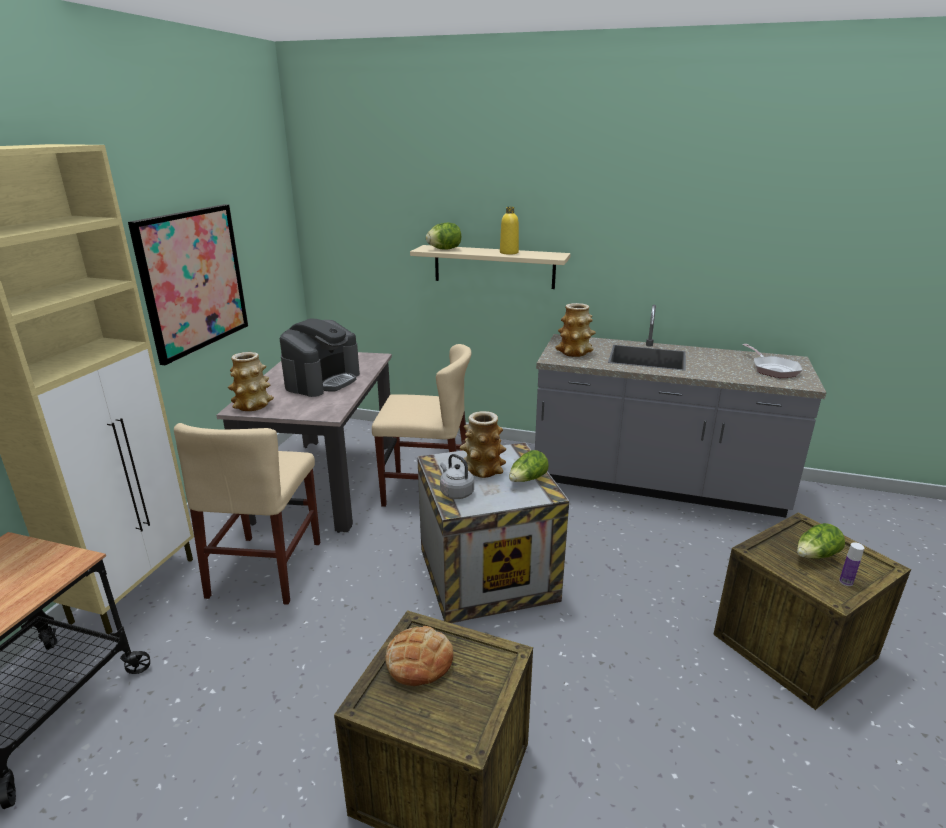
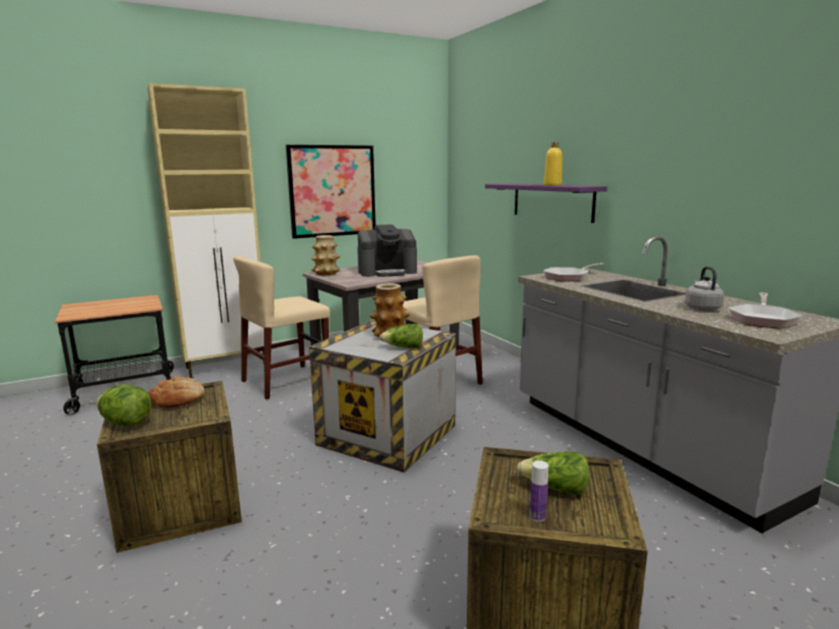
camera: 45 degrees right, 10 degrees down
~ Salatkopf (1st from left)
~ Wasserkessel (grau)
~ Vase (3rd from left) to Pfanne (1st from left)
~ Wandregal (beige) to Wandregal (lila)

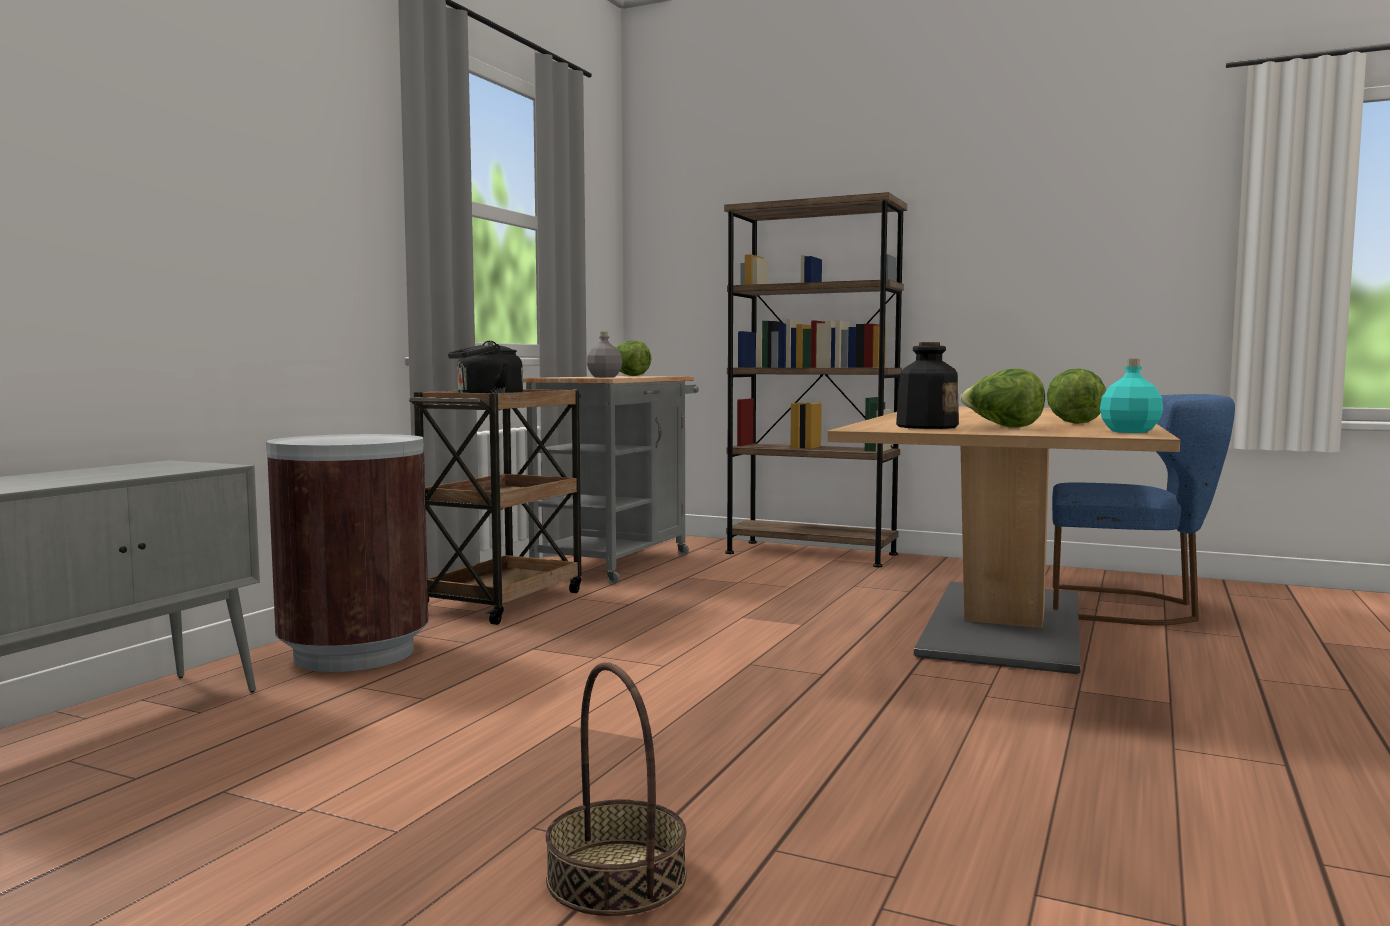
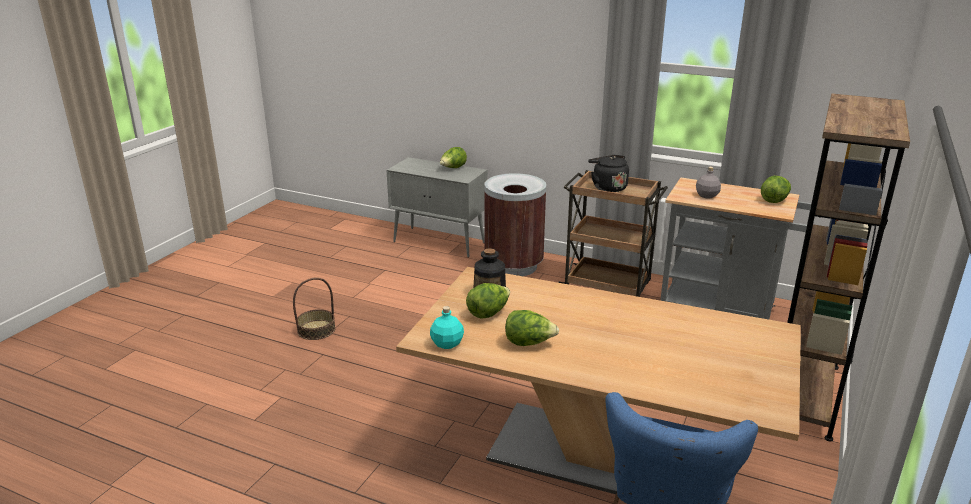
camera: 90 degrees right, 20 degrees up
+ Salatkopf (1st from left)

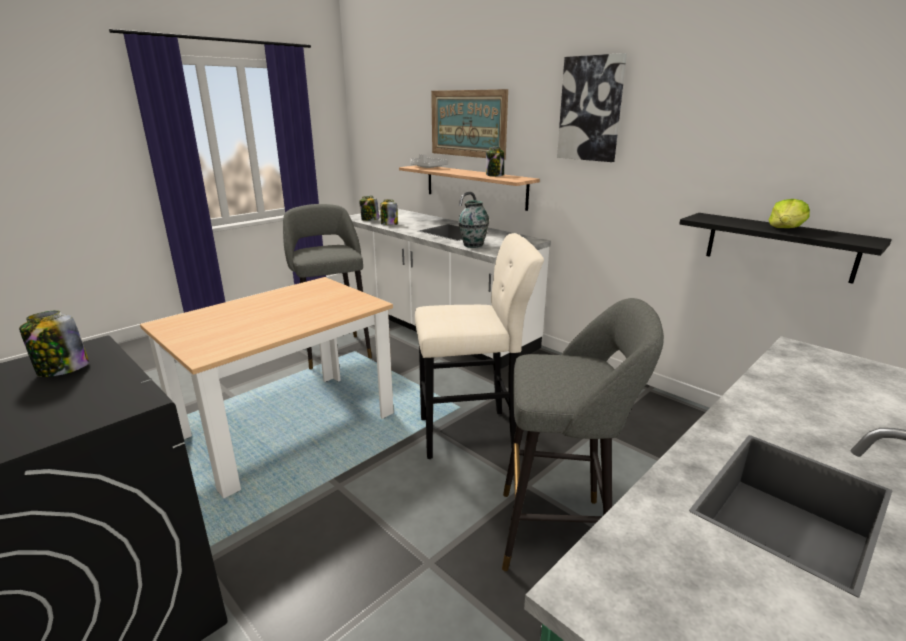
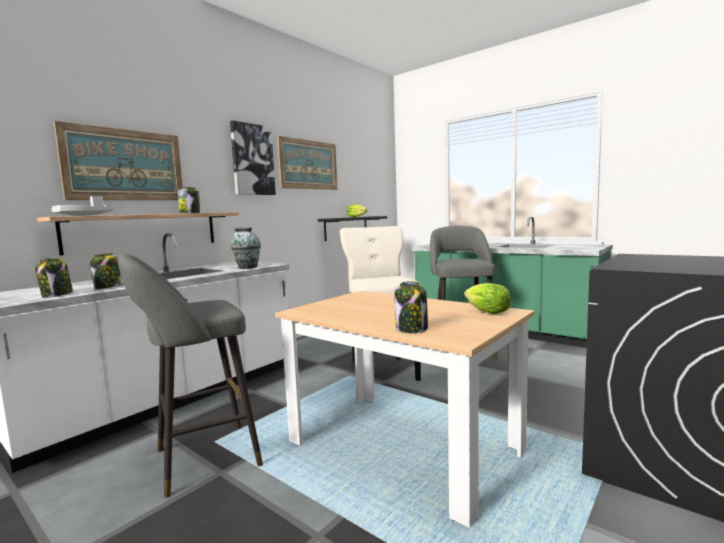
camera: 95 degrees left, 15 degrees down
+ Bild (3rd from left)
+ Salatkopf (2nd from left)
~ Vorratsglas (1st from left in the first image) to Vorratsglas (4th from left)

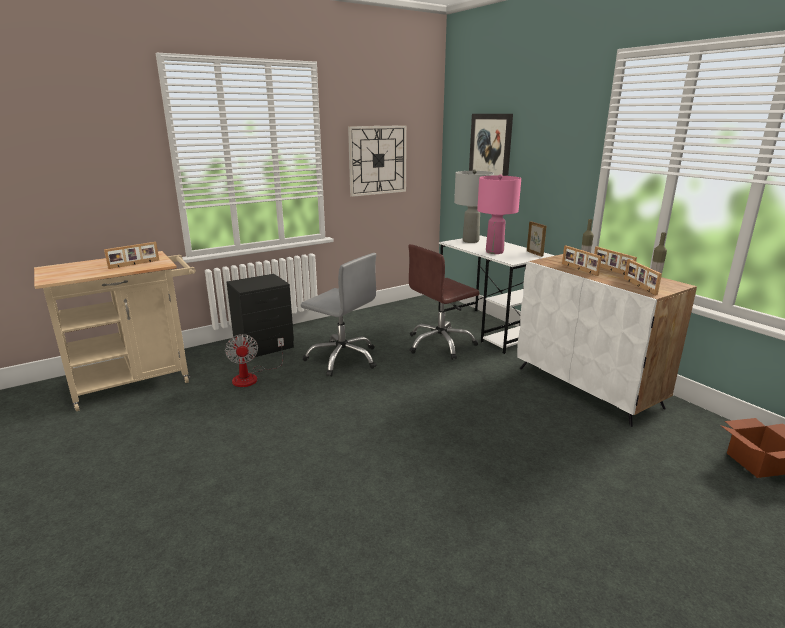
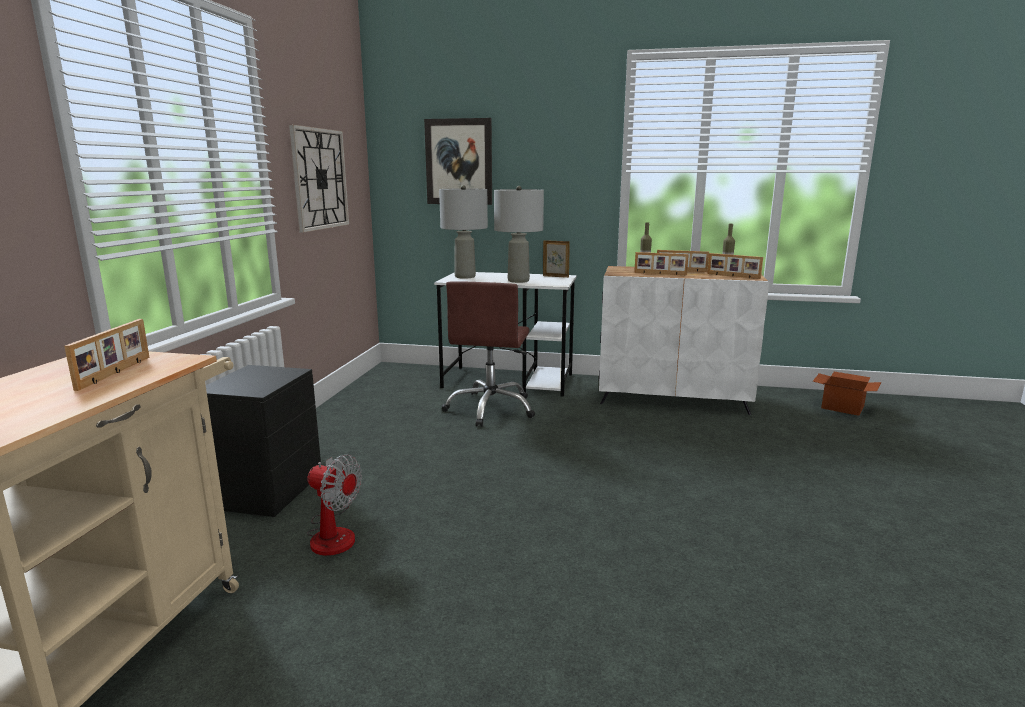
camera: 45 degrees left, 5 degrees down
- Bürostuhl (grau)
~ Tischlampe (rosa) to Tischlampe (grau) (2nd from left)

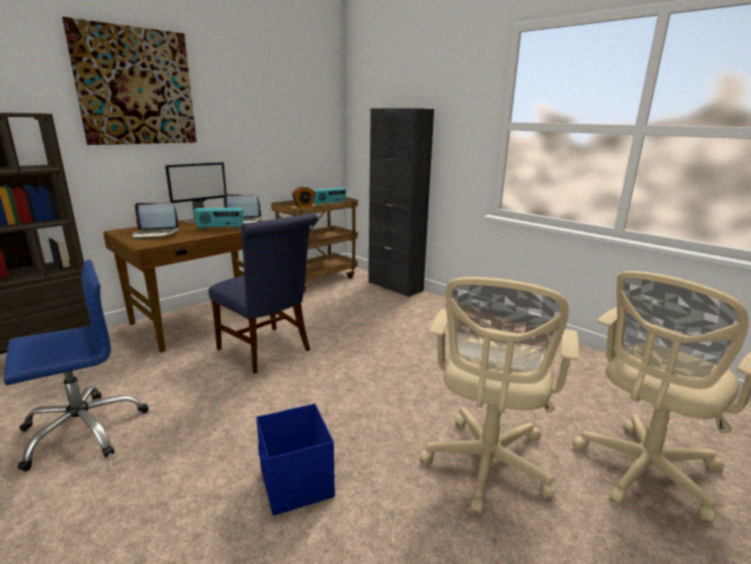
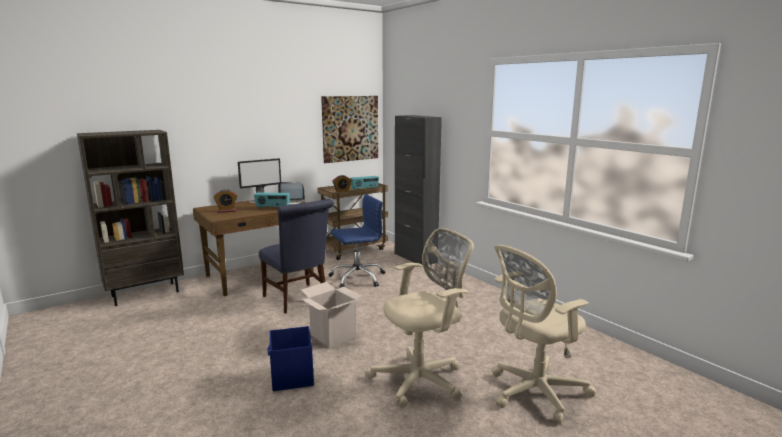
camera: 10 degrees right, 5 degrees down
+ Karton
~ Bürostuhl (blau)
~ Bild
~ Laptop (1st from left) to Wecker (1st from left)
~ Bürostuhl (beige) (1st from left) 150 degrees counterclockwise

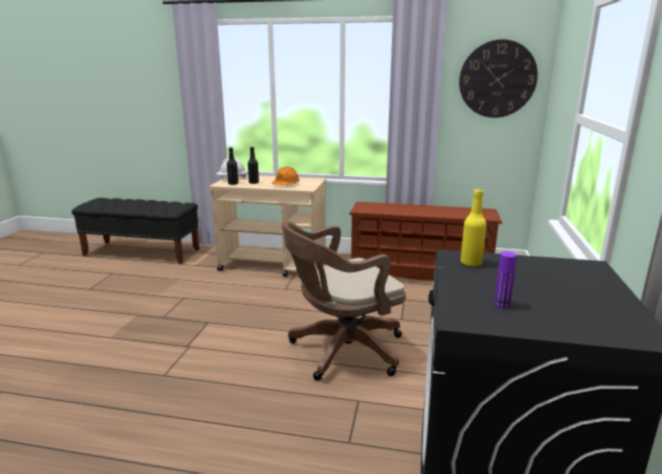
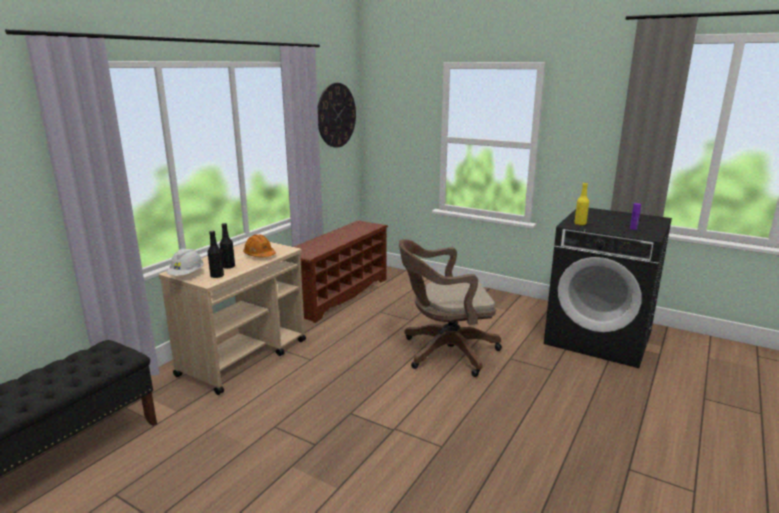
camera: 70 degrees left, 0 degrees up
~ Bürostuhl (braun) 90 degrees clockwise

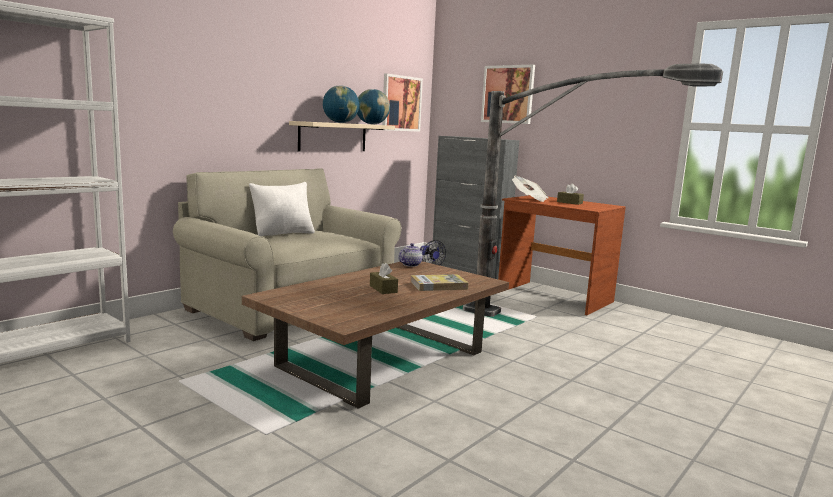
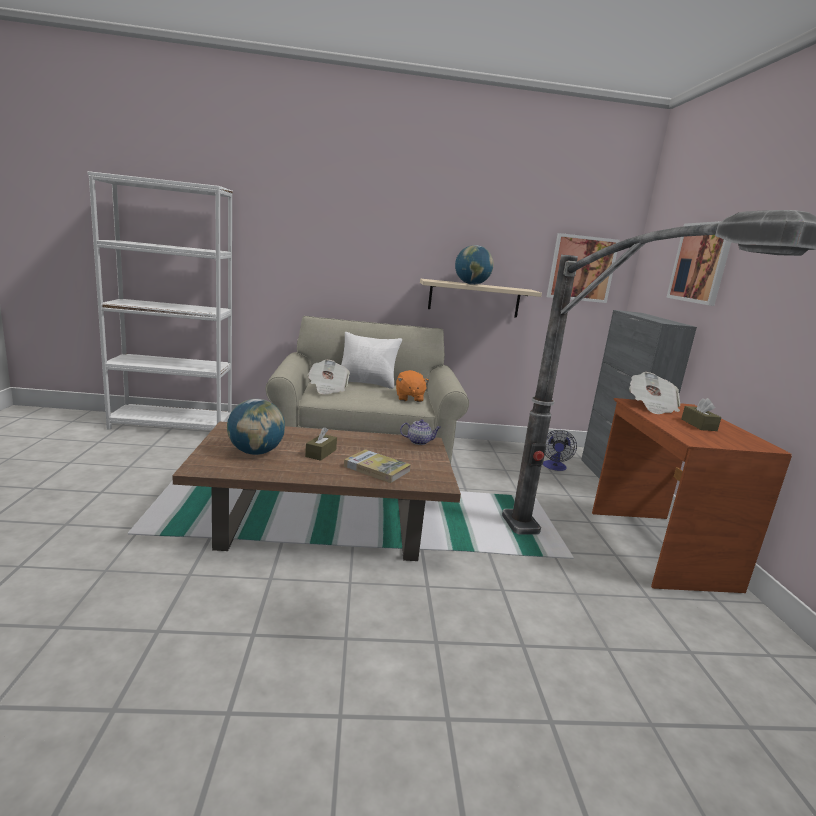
camera: 45 degrees right, 5 degrees up
+ Zeitung (1st from left)
+ Plüschtier (orange)
~ Globus (2nd from left in the first image) to Globus (1st from left)

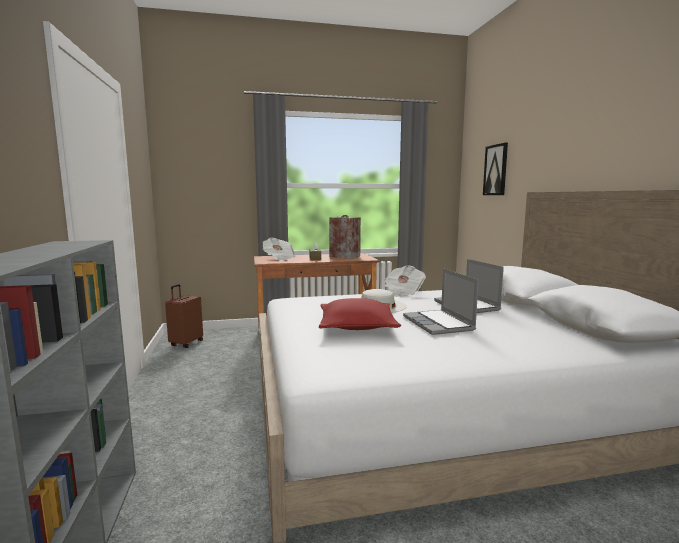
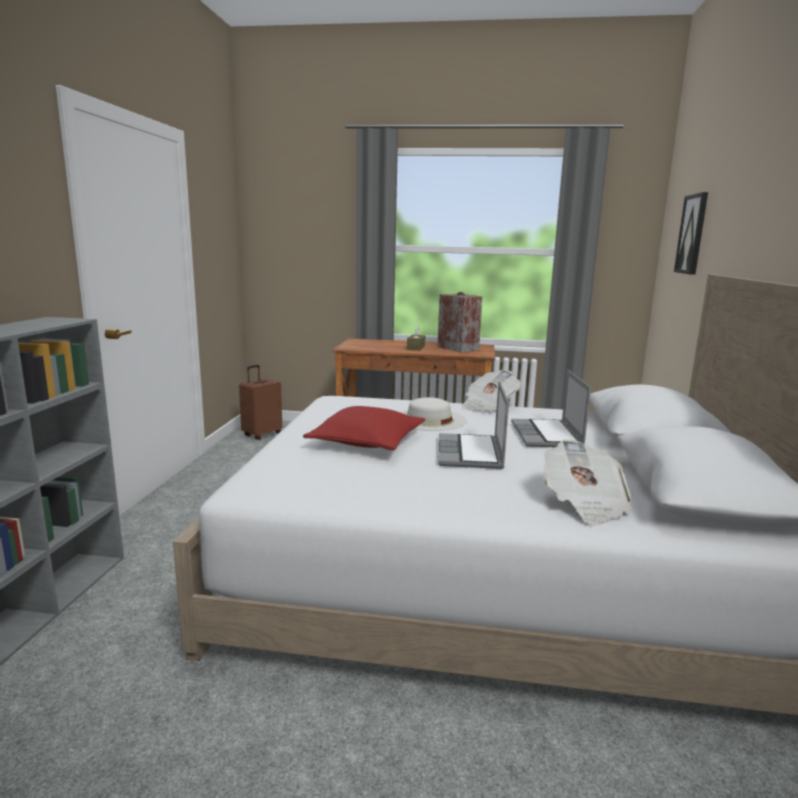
camera: 20 degrees right, 5 degrees up
~ Zeitung (1st from left in the first image) to Zeitung (2nd from left)

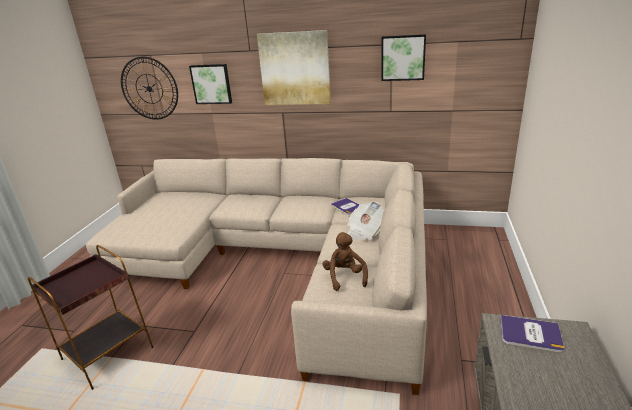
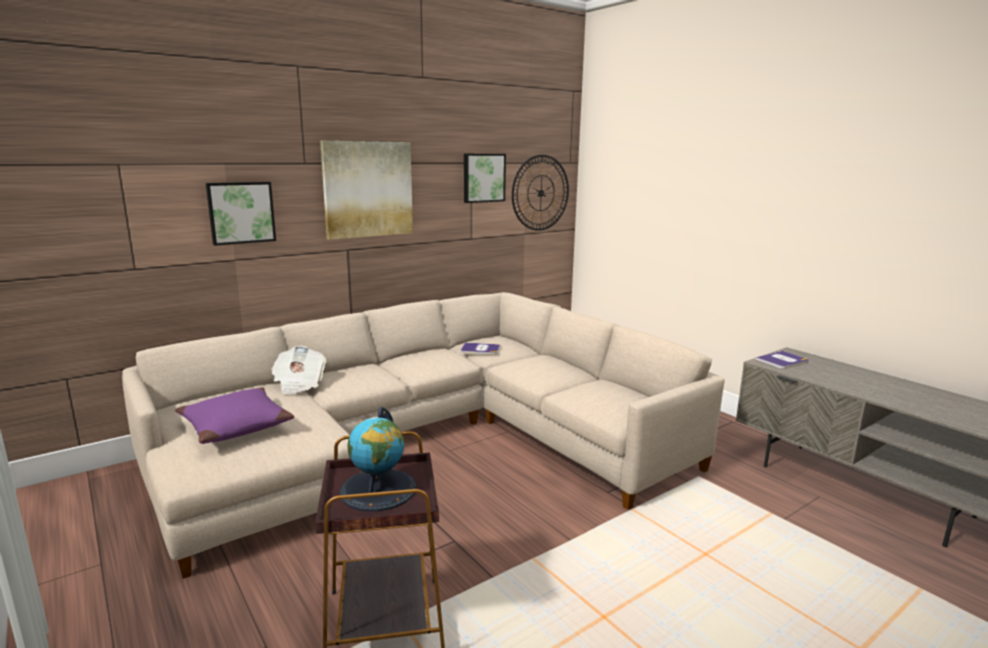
camera: 50 degrees left, 10 degrees down
- Plüschtier (braun)
+ Kissen (lila)
+ Globus
~ Wanduhr
~ Zeitung

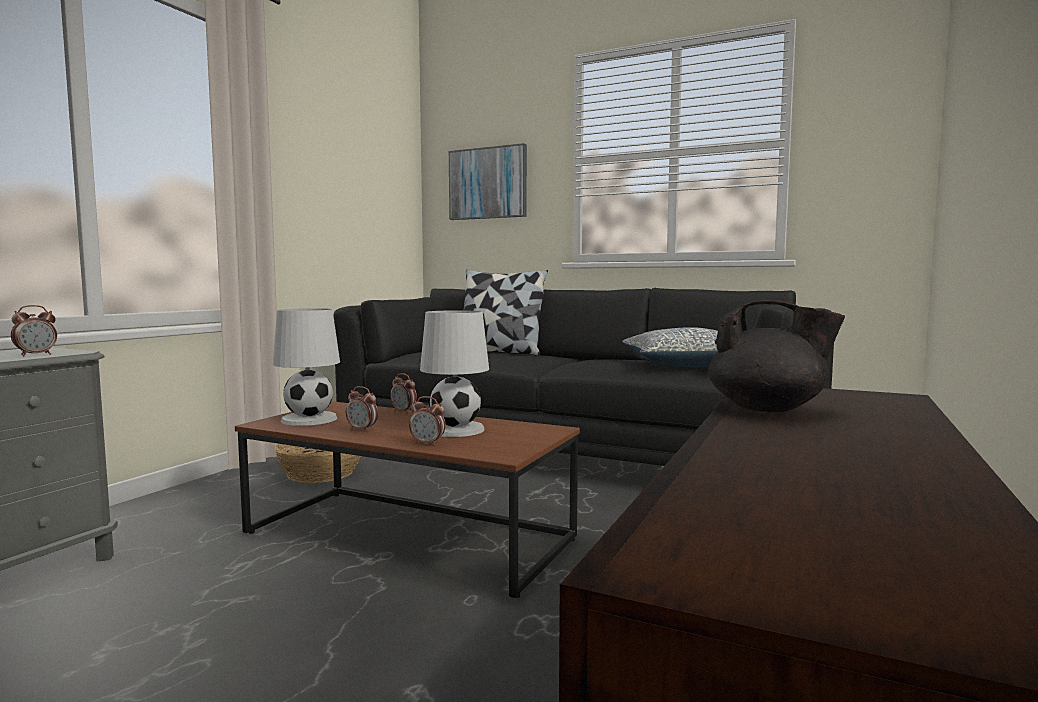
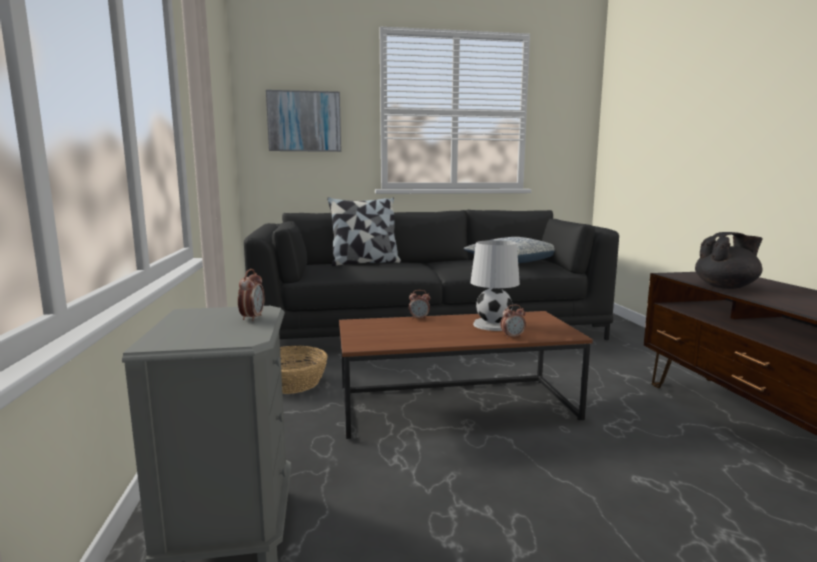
camera: 35 degrees left, 5 degrees up
- Tischlampe (weiß) (1st from left)
- Wecker (2nd from left)

